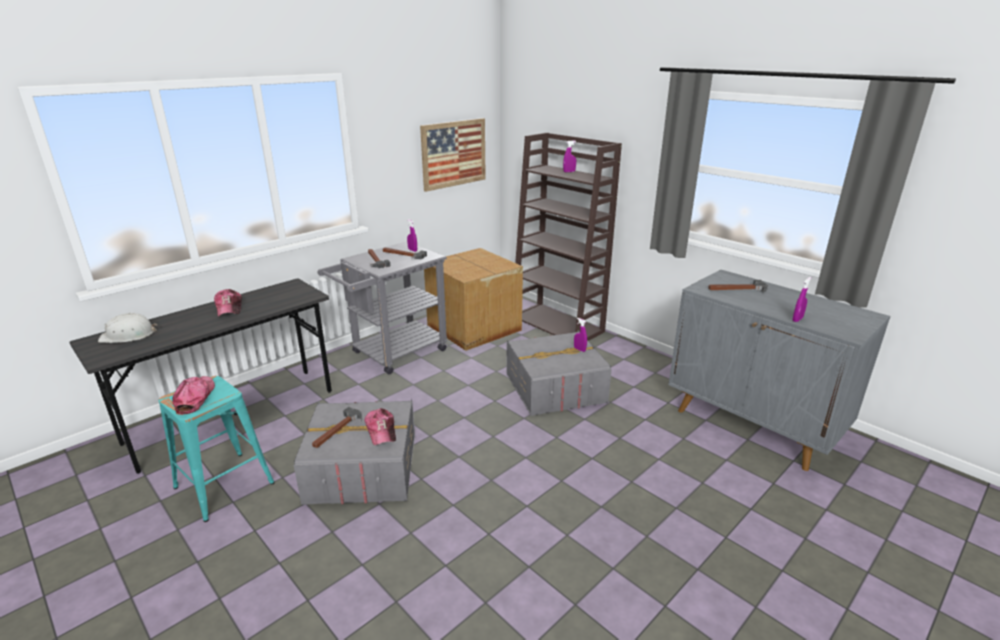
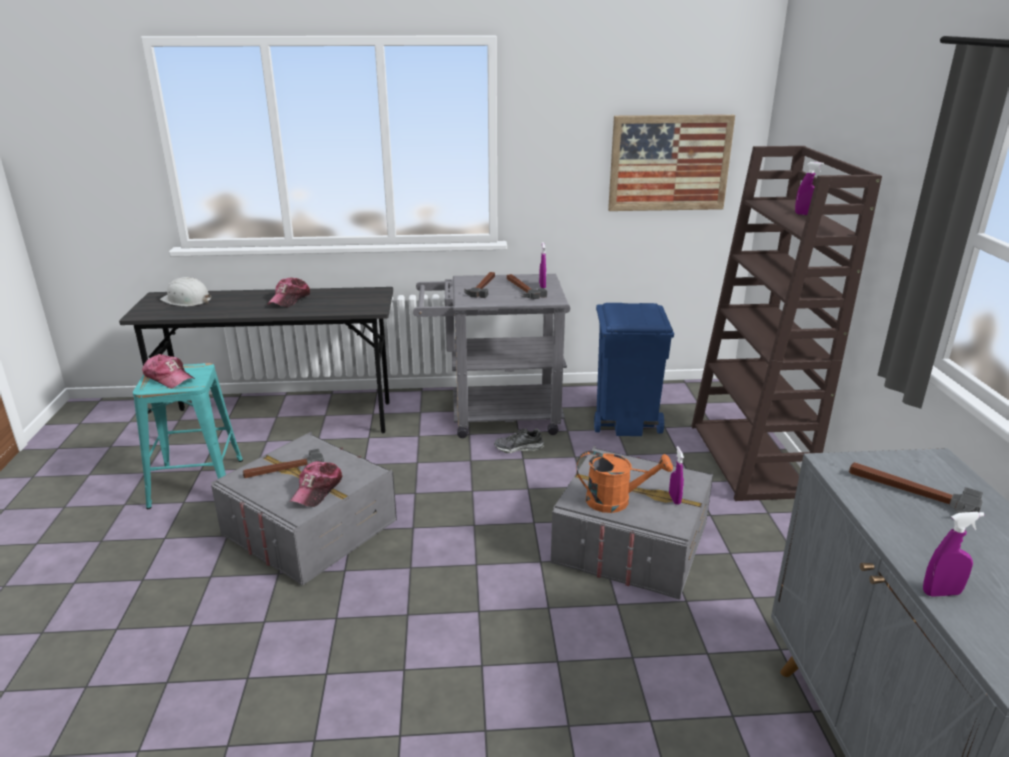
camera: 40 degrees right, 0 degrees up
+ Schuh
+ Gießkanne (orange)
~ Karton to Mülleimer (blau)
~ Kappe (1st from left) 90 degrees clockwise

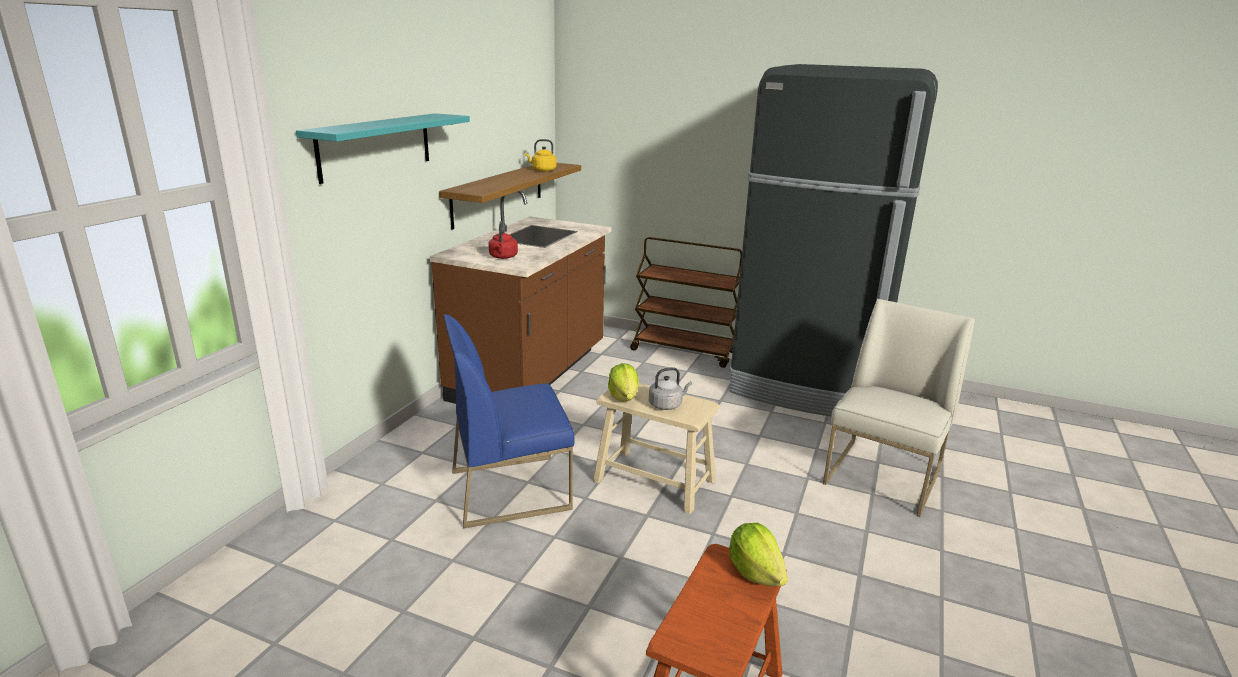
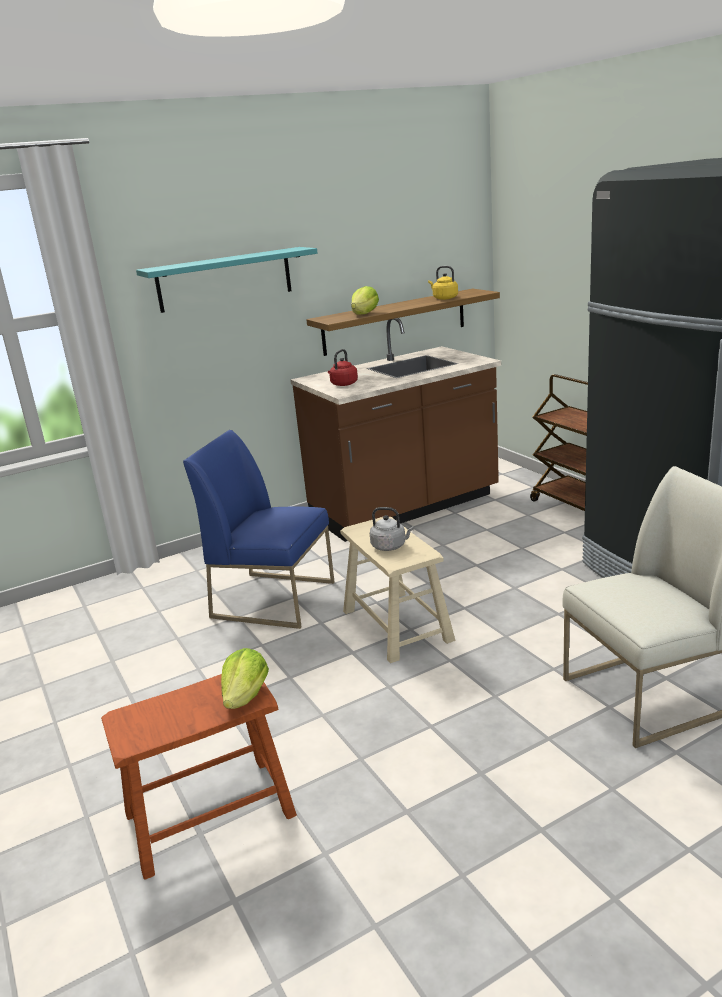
camera: 40 degrees right, 0 degrees up
~ Salatkopf (1st from left in the first image) to Salatkopf (2nd from left)

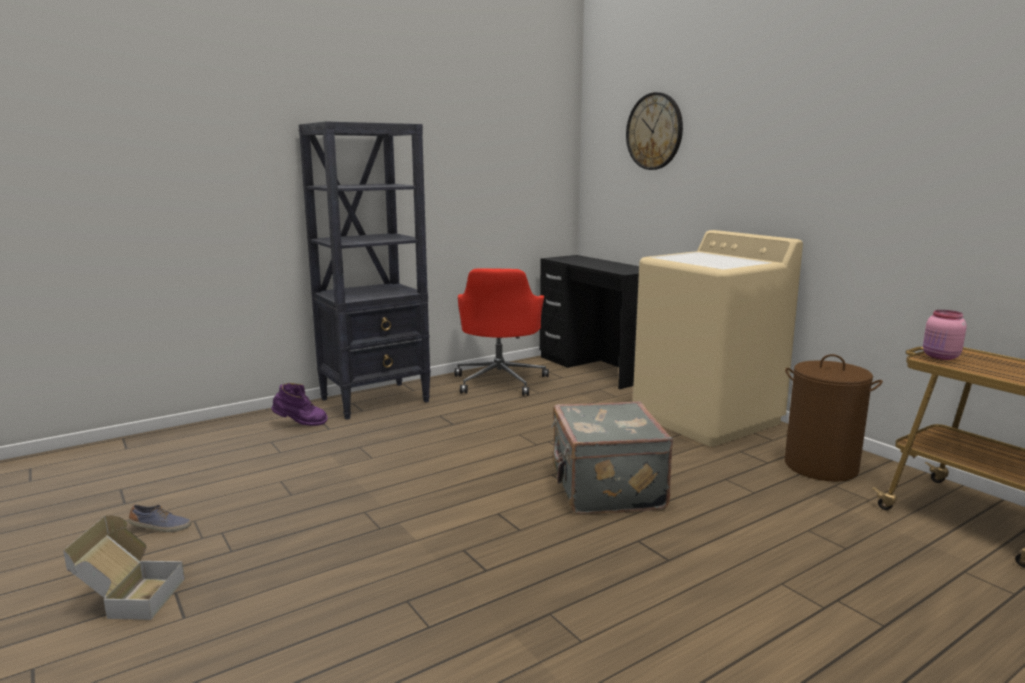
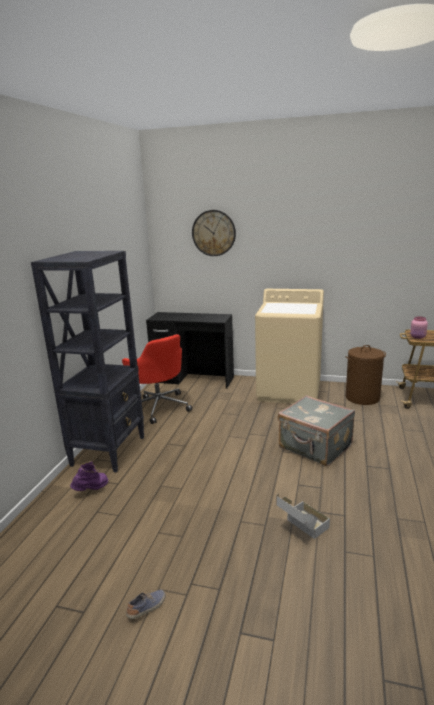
camera: 40 degrees left, 5 degrees up
~ Karton

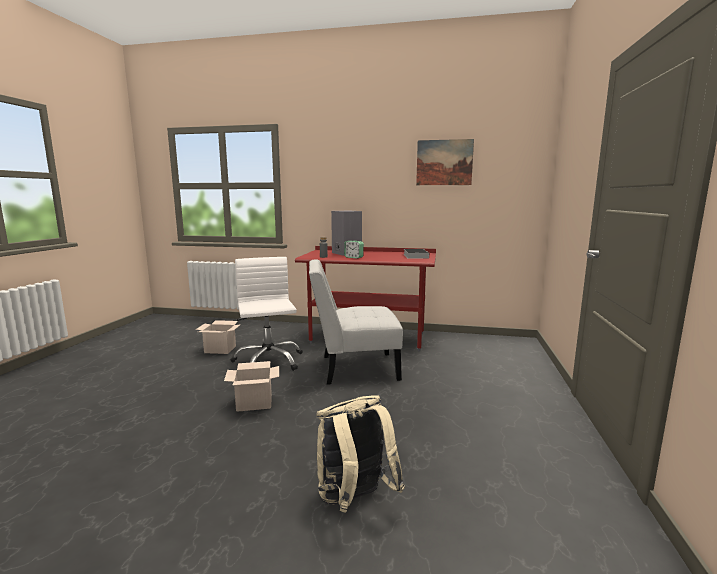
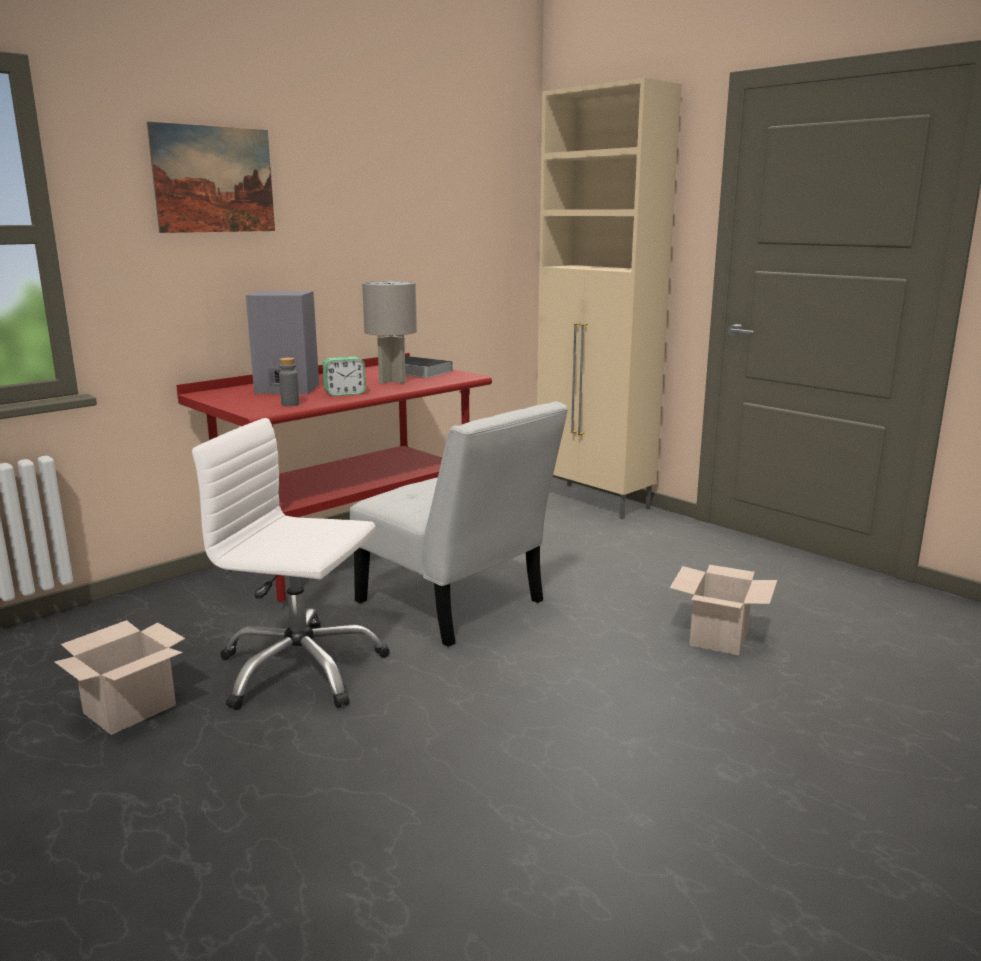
camera: 55 degrees left, 5 degrees up
- Rucksack (beige)
+ Tischlampe (grau)
+ Schrank (beige)
~ Karton (2nd from left)
~ Bild
~ Stuhl (weiß) 75 degrees counterclockwise

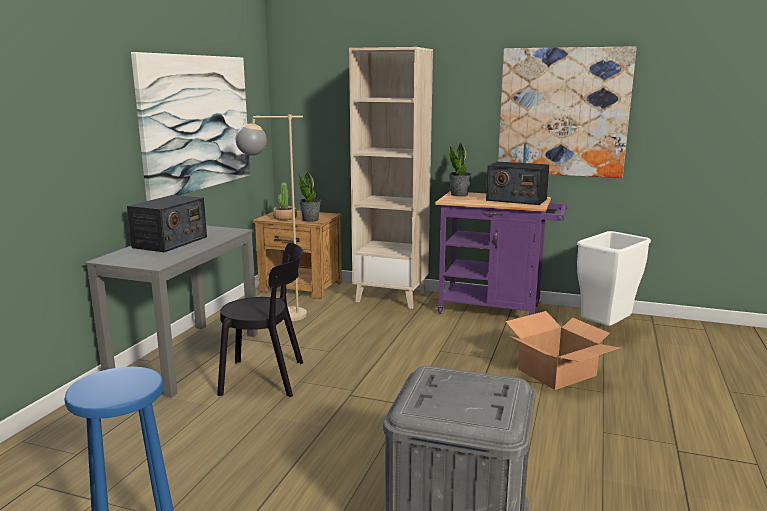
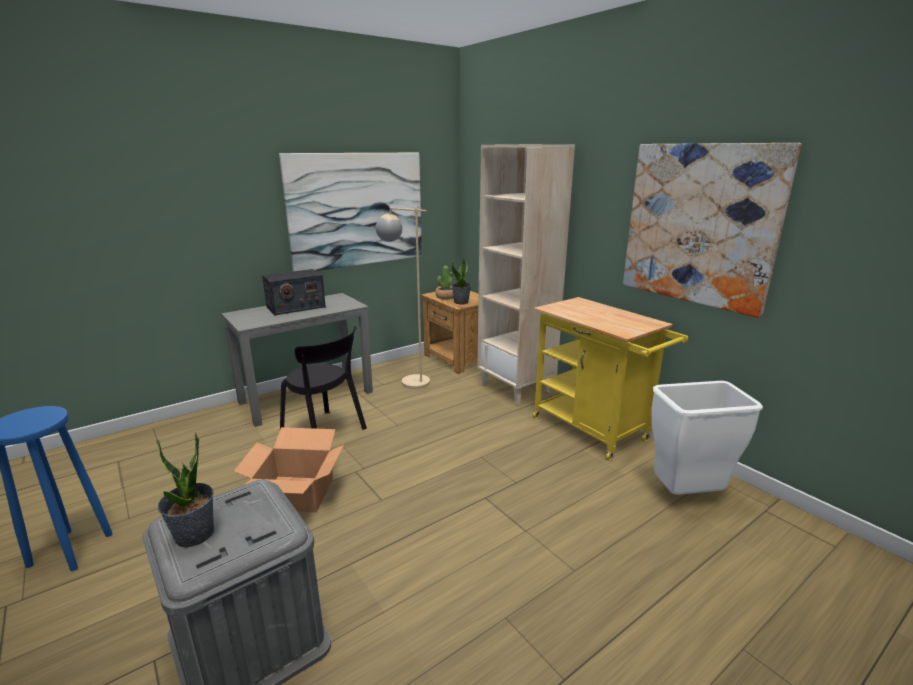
camera: 35 degrees right, 5 degrees up
- Radio (2nd from left)
~ Topfpflanze (3rd from left in the first image) to Topfpflanze (1st from left)
~ Karton
~ Rollwagen (lila) to Rollwagen (gelb)

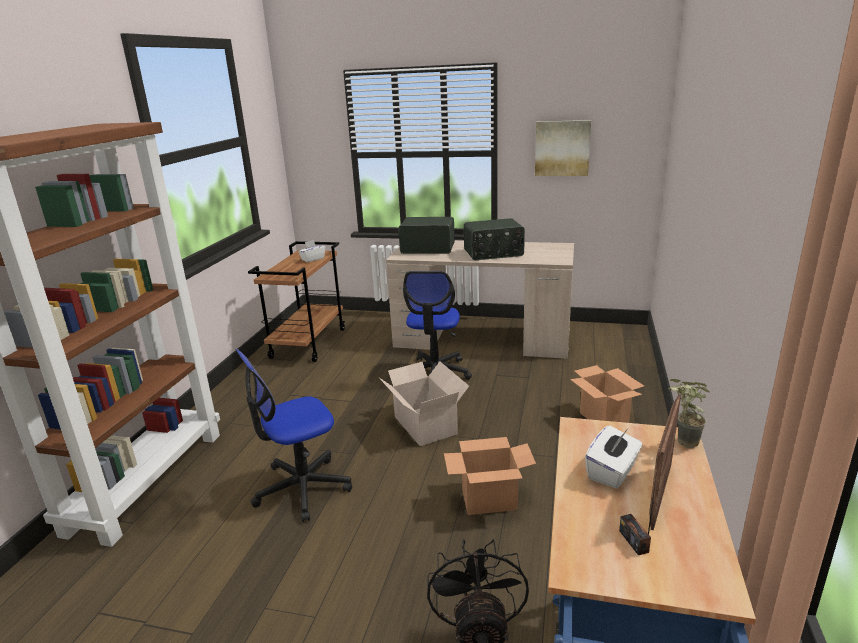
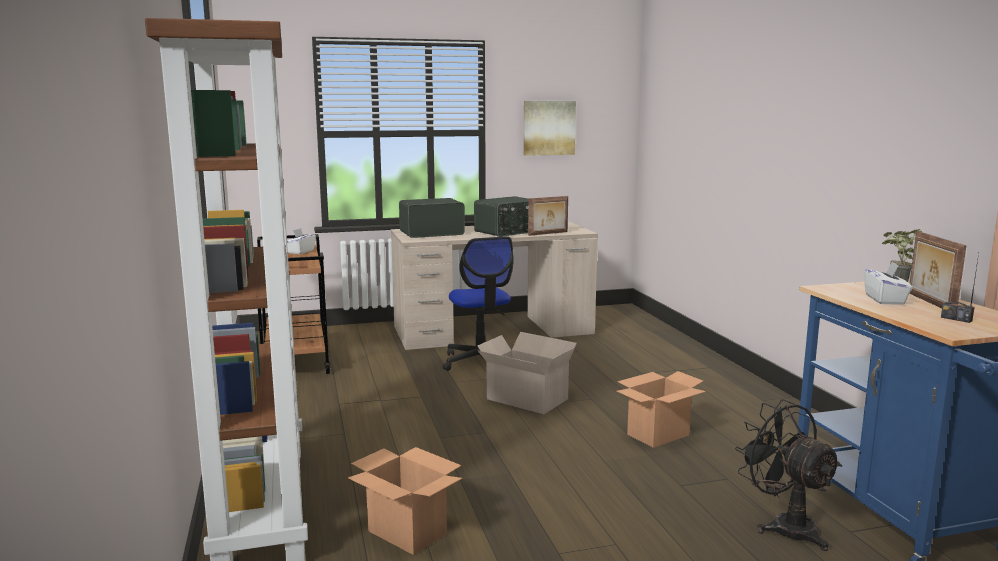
camera: 30 degrees left, 10 degrees down
- Bürostuhl (1st from left)
+ Bilderrahmen (1st from left)
~ Karton (3rd from left in the first image) to Karton (1st from left)

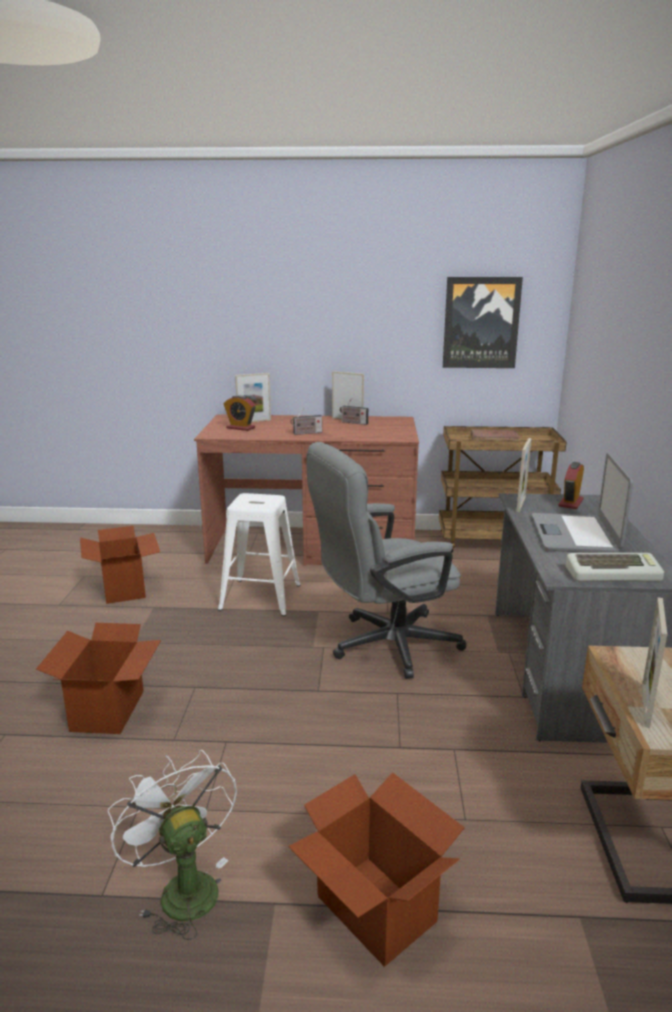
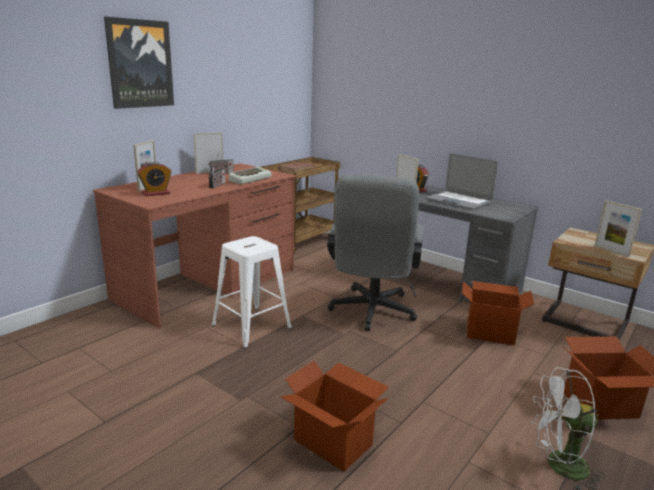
camera: 55 degrees left, 0 degrees up
~ Karton (2nd from left)
~ Bild
~ Tastatur

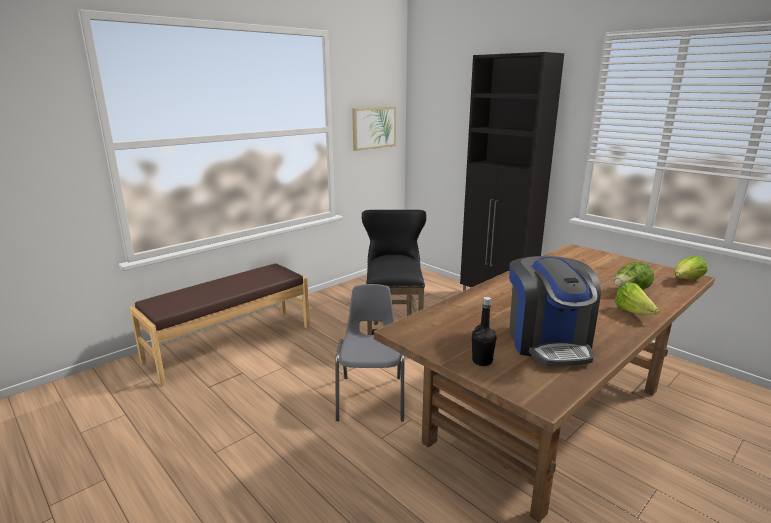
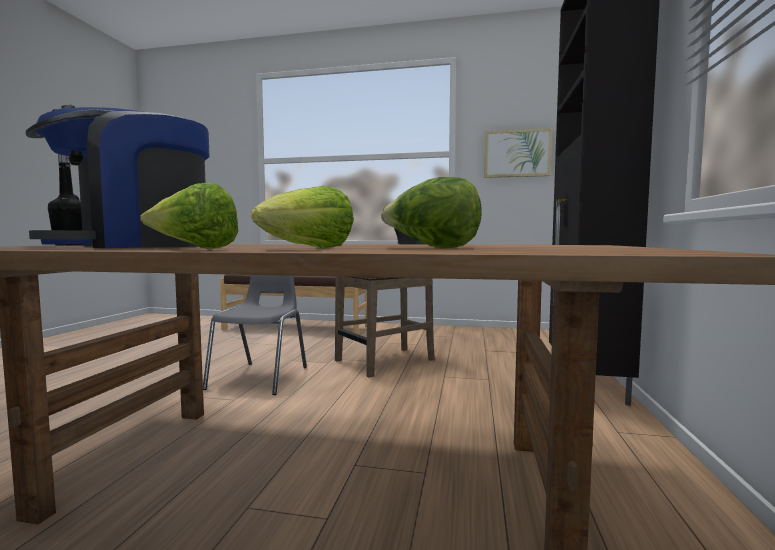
camera: 55 degrees right, 15 degrees down
~ Salatkopf (3rd from left in the first image) to Salatkopf (1st from left)
~ Stuhl (grau) 45 degrees counterclockwise

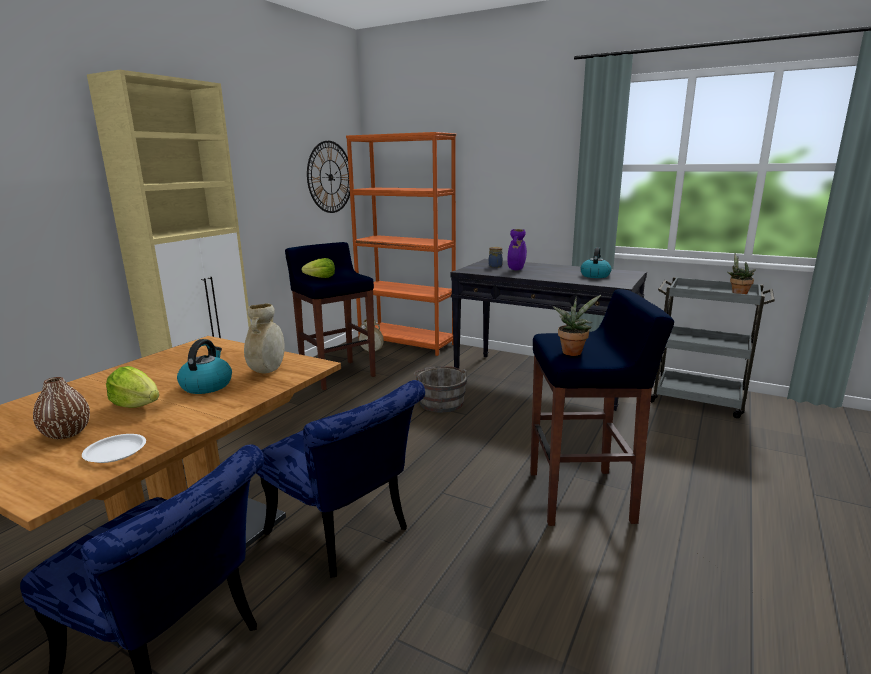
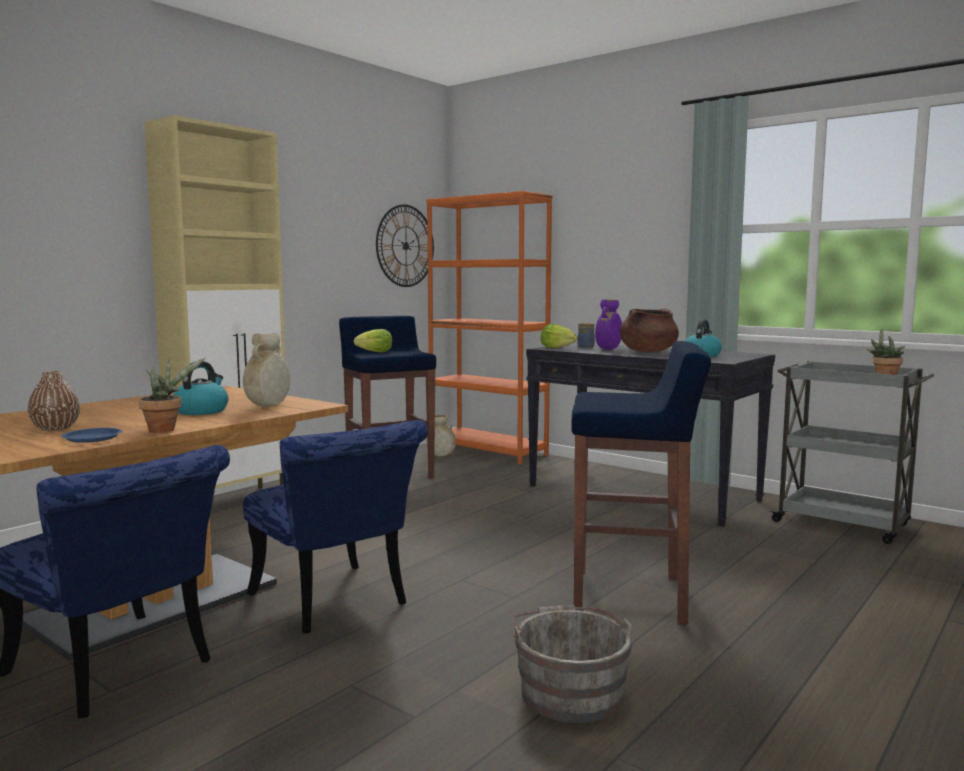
camera: 10 degrees right, 10 degrees down
+ Kochtopf (braun)
~ Salatkopf (1st from left in the first image) to Salatkopf (2nd from left)
~ Eimer (grau)
~ Topfpflanze (1st from left)
~ Teller (weiß) to Teller (blau)

